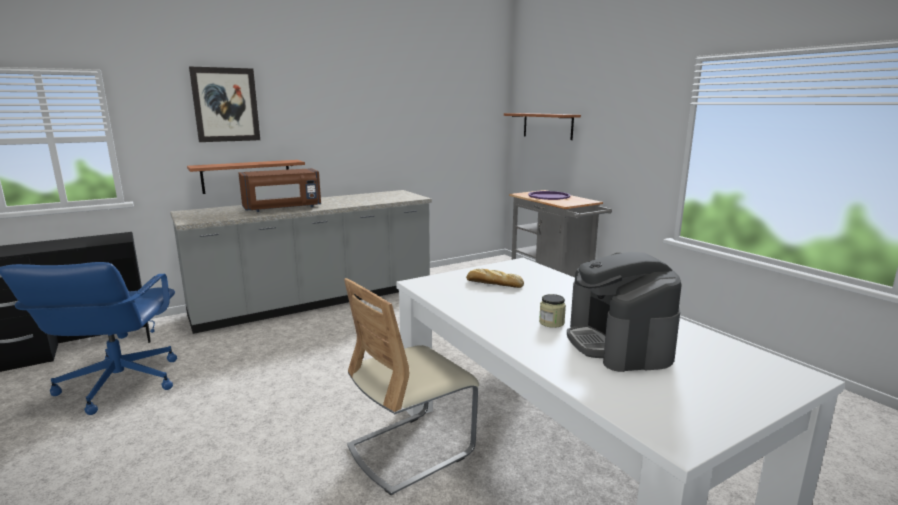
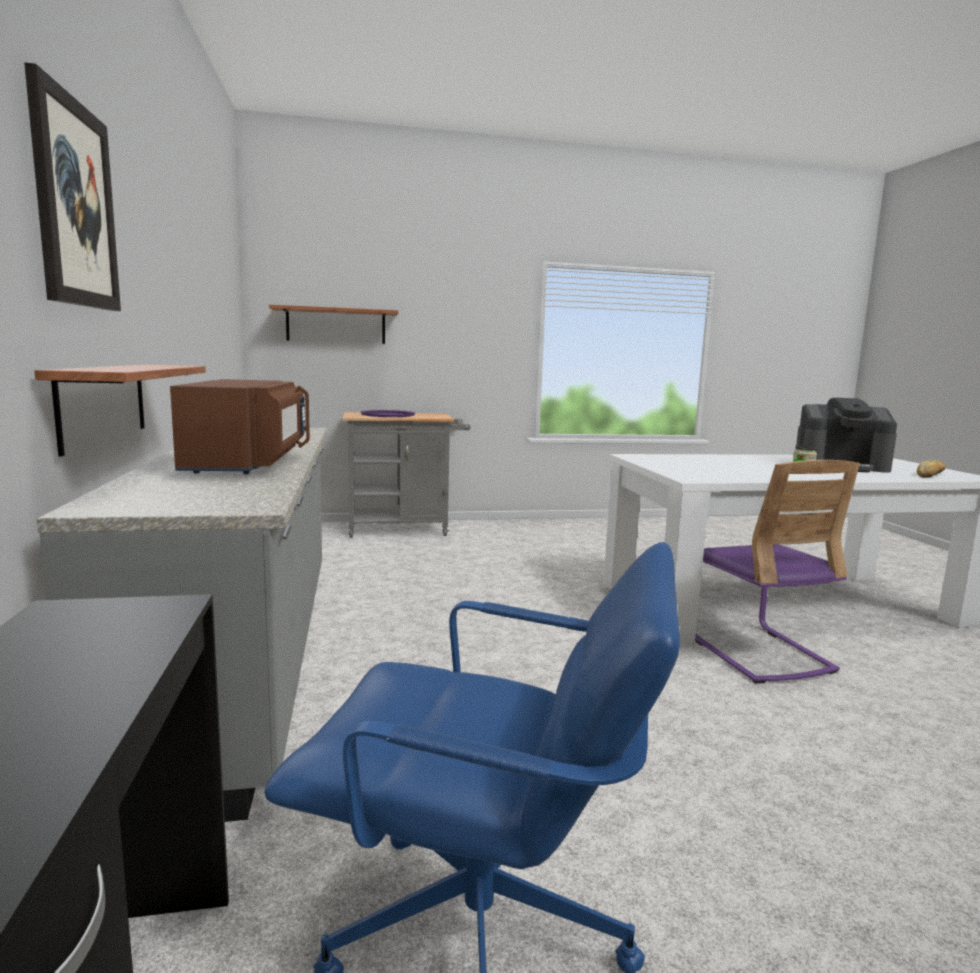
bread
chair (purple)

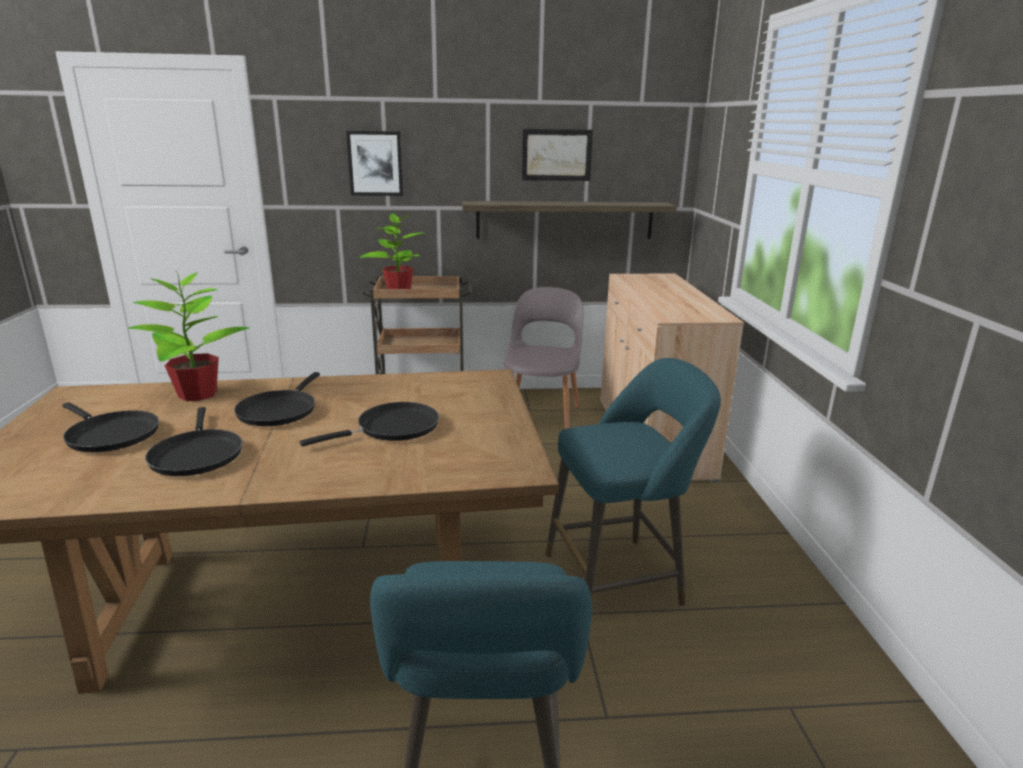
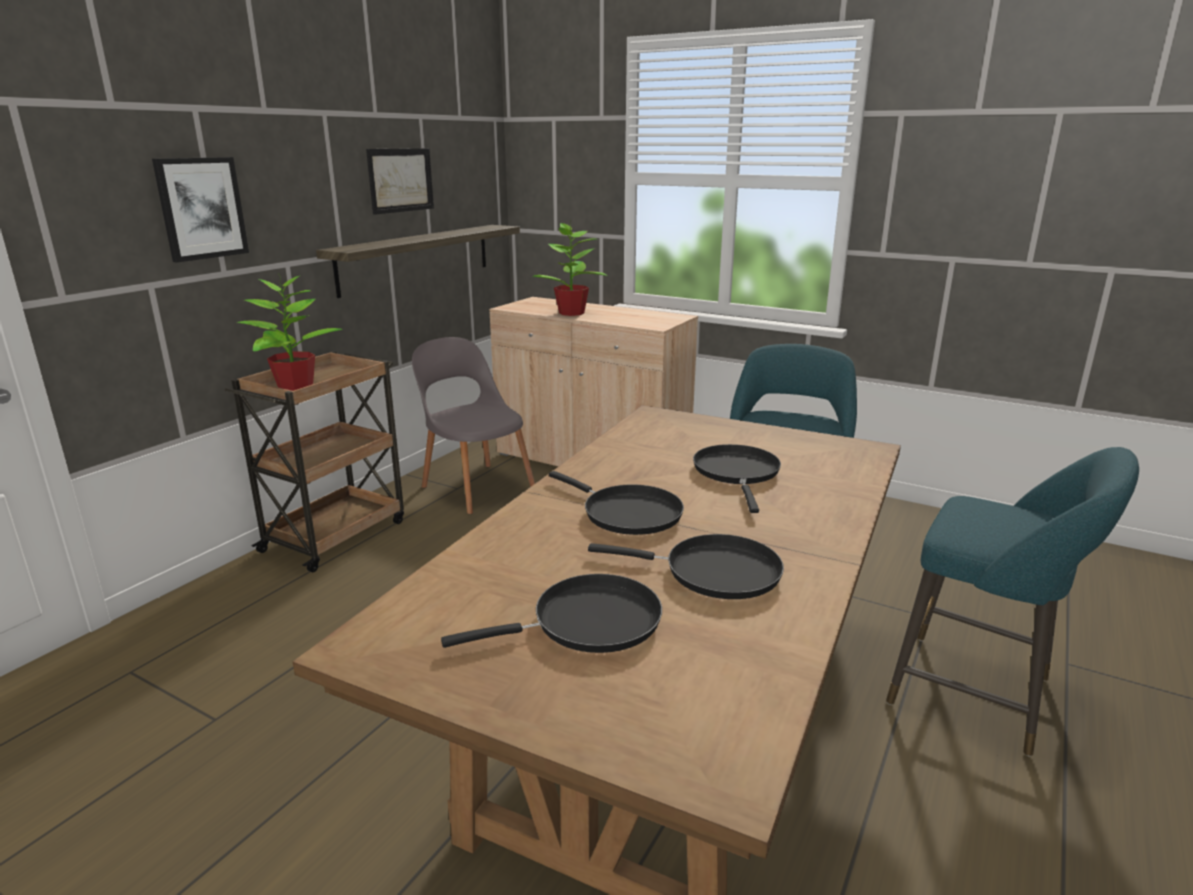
potted plant (no. 2 from left)

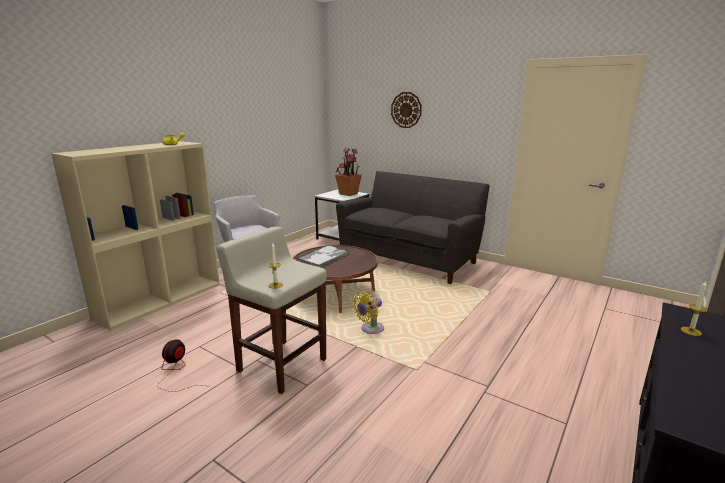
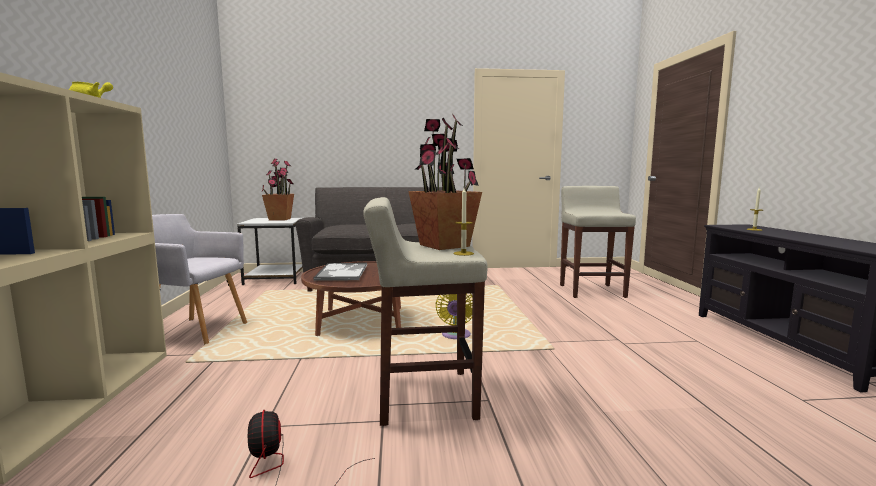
wall clock
potted plant (no. 2 from left)
stool (beige) (no. 2 from left)

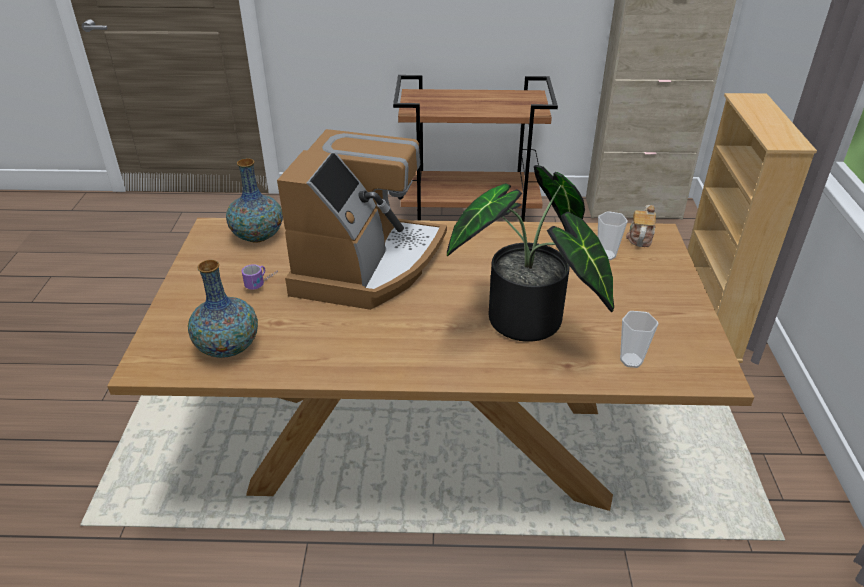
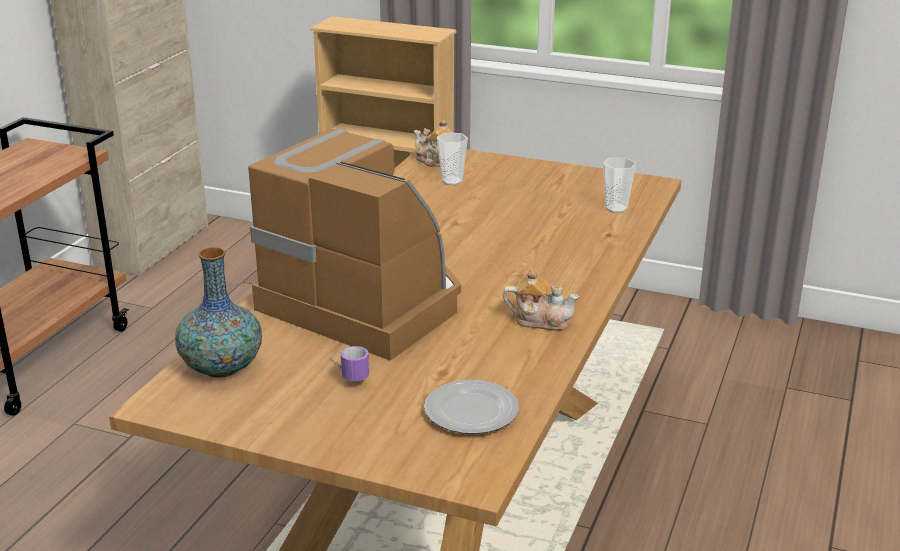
potted plant
plate
teapot (no. 2 from left)

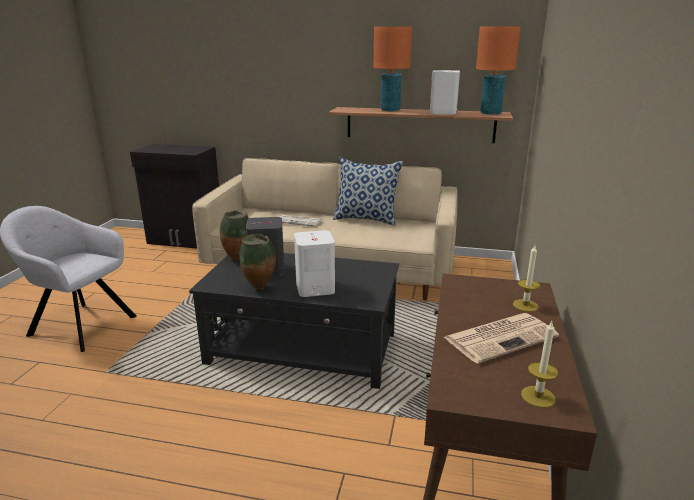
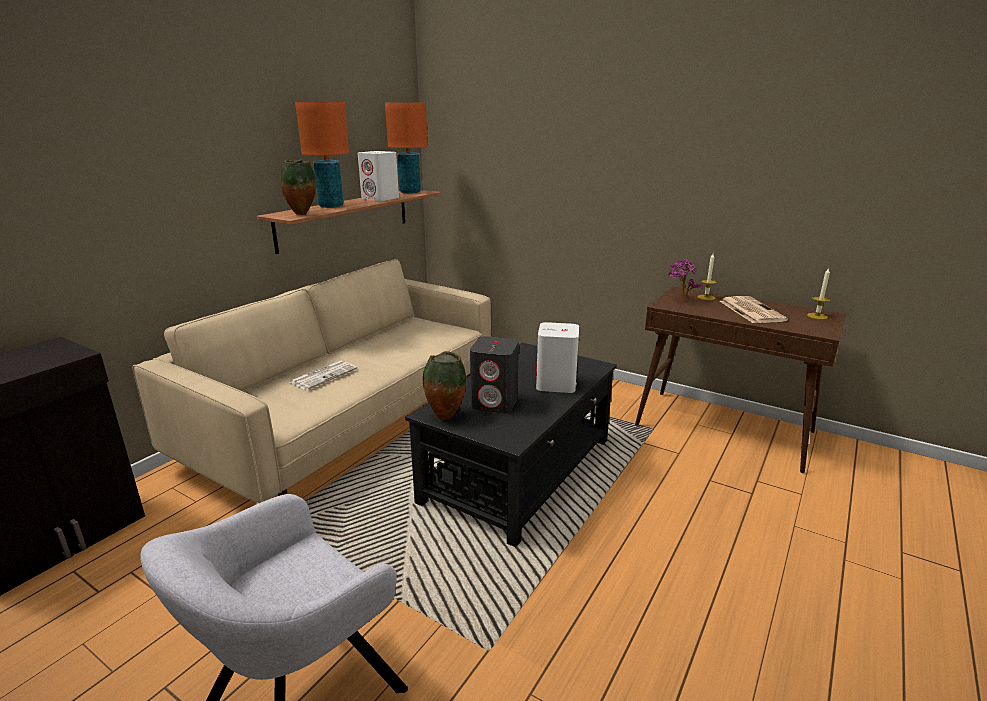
pillow
vase (no. 1 from left)
potted plant

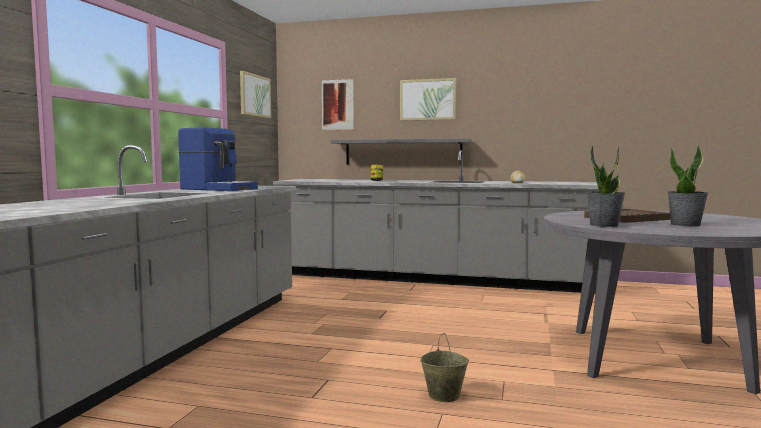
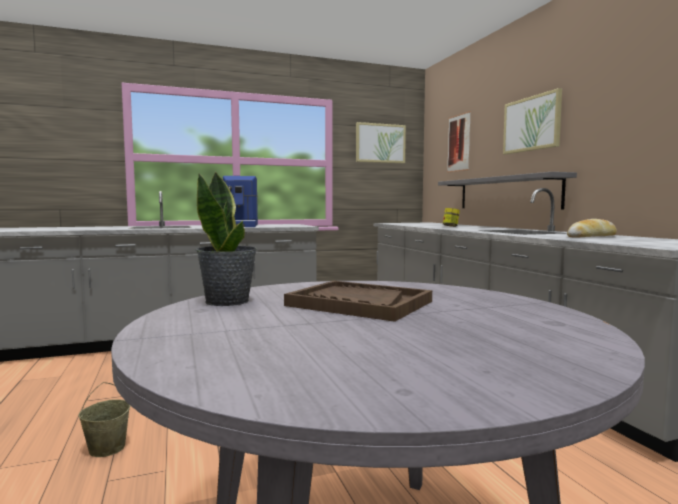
potted plant (no. 2 from left in the first image)

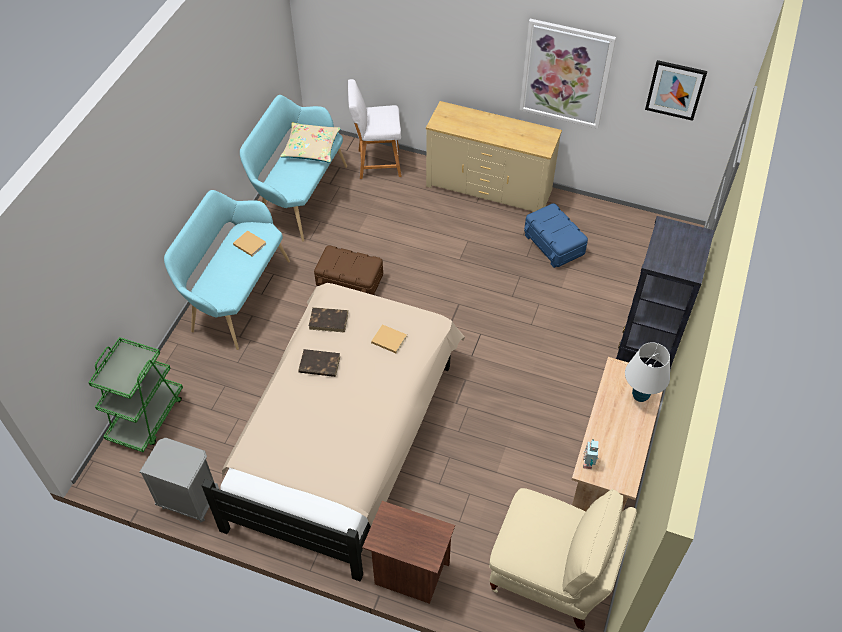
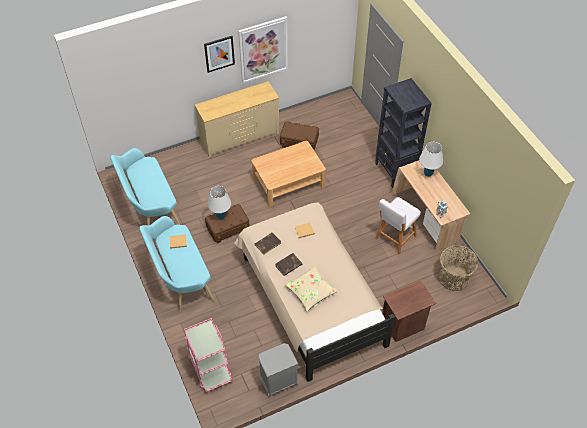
picture (no. 1 from left)
stool (white)
pillow (beige)
storage box (brown) (no. 2 from left)
cart (pink)
basket
coffee table (beige)
table lamp (white) (no. 1 from left)

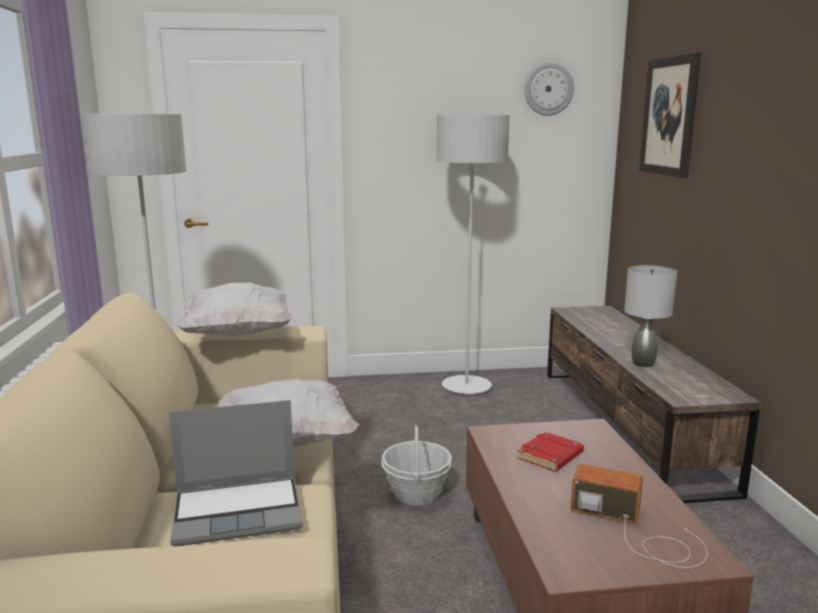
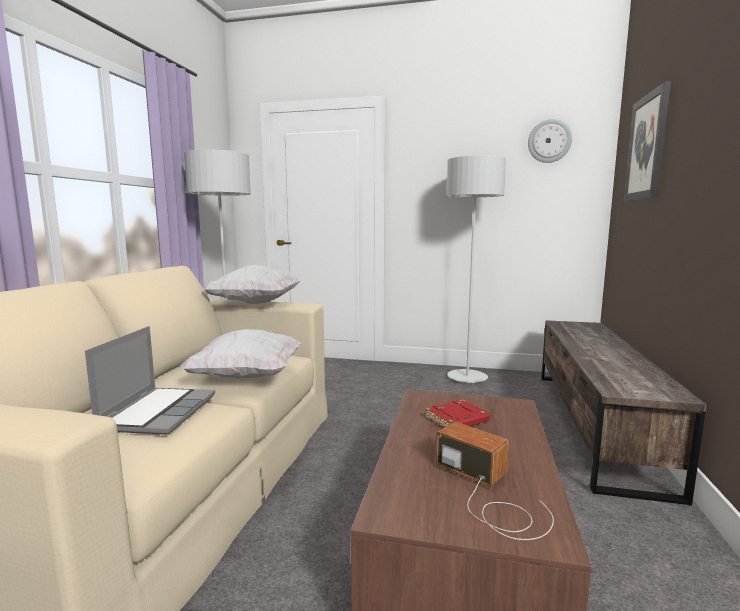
table lamp (grey)
laptop
basket

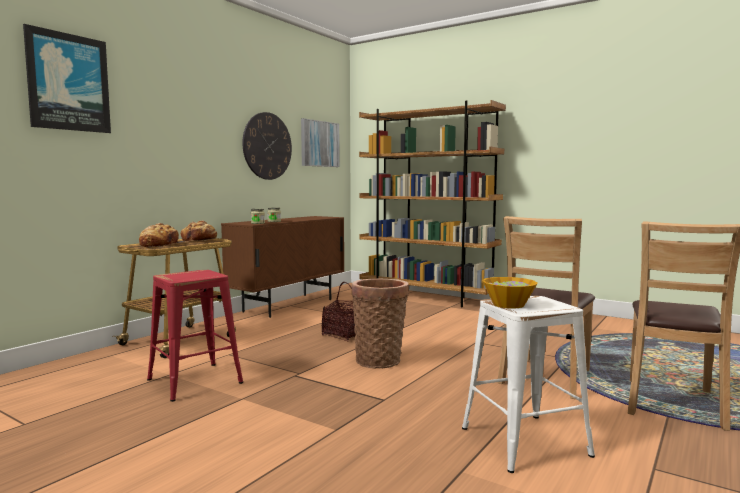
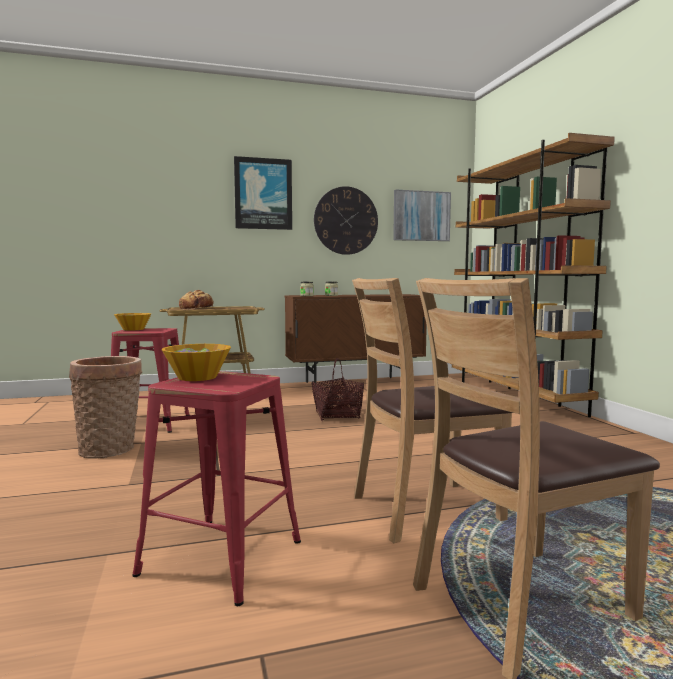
picture (no. 1 from left)
bread (no. 2 from left in the first image)
basket (no. 1 from left)
stool (red) (no. 2 from left)
bowl (no. 1 from left)

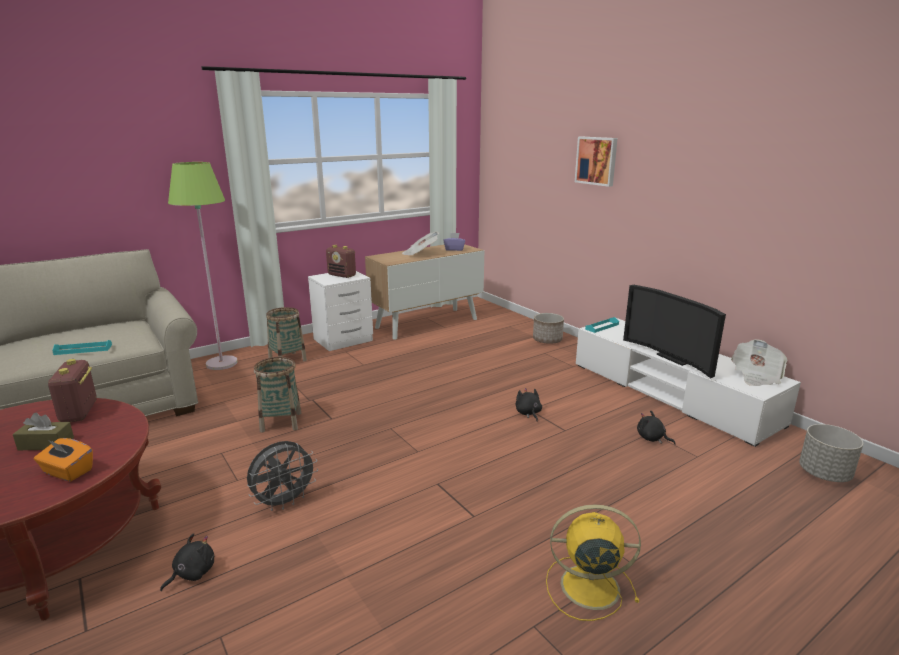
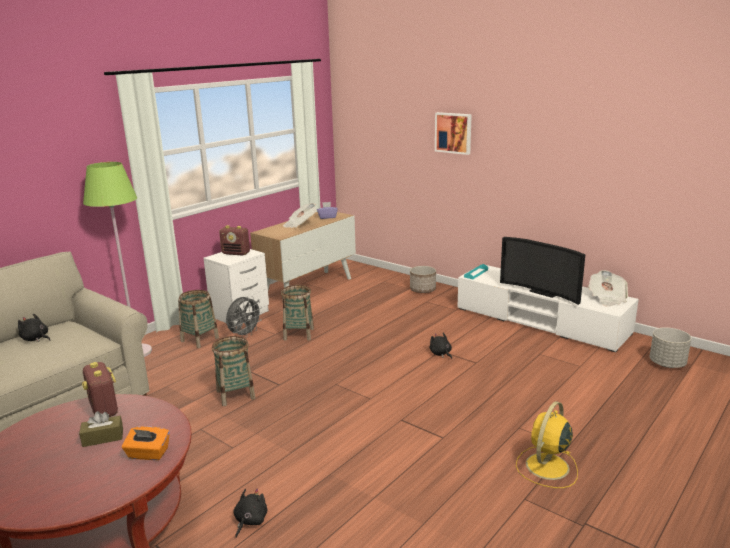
tray (turquoise) (no. 1 from left in the first image)
plush toy (black) (no. 1 from left)
fan (grey)
fan (yellow)
basket (no. 3 from left)

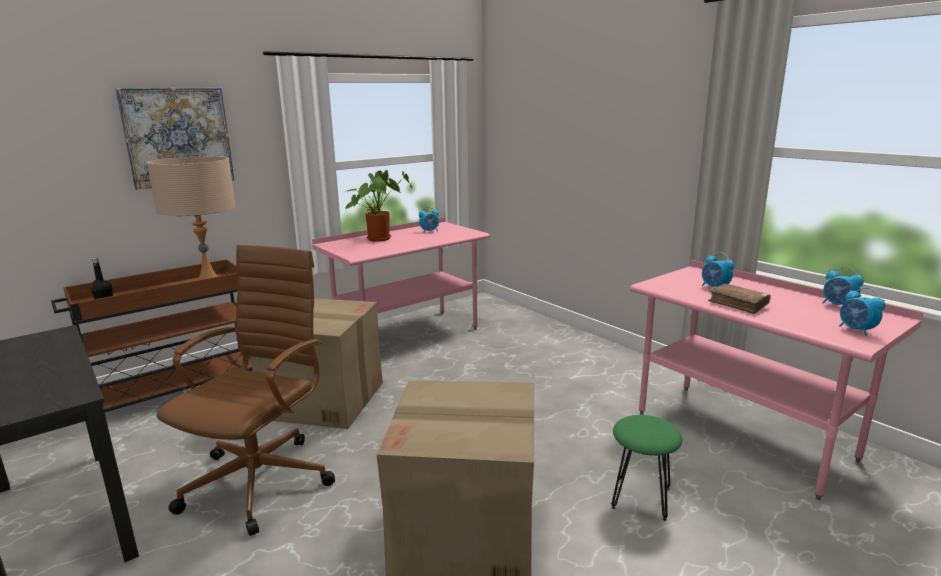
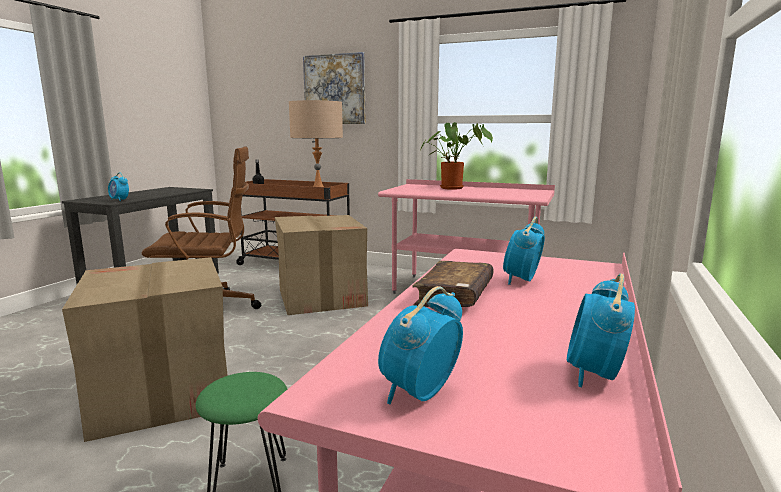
alarm clock (no. 1 from left)

